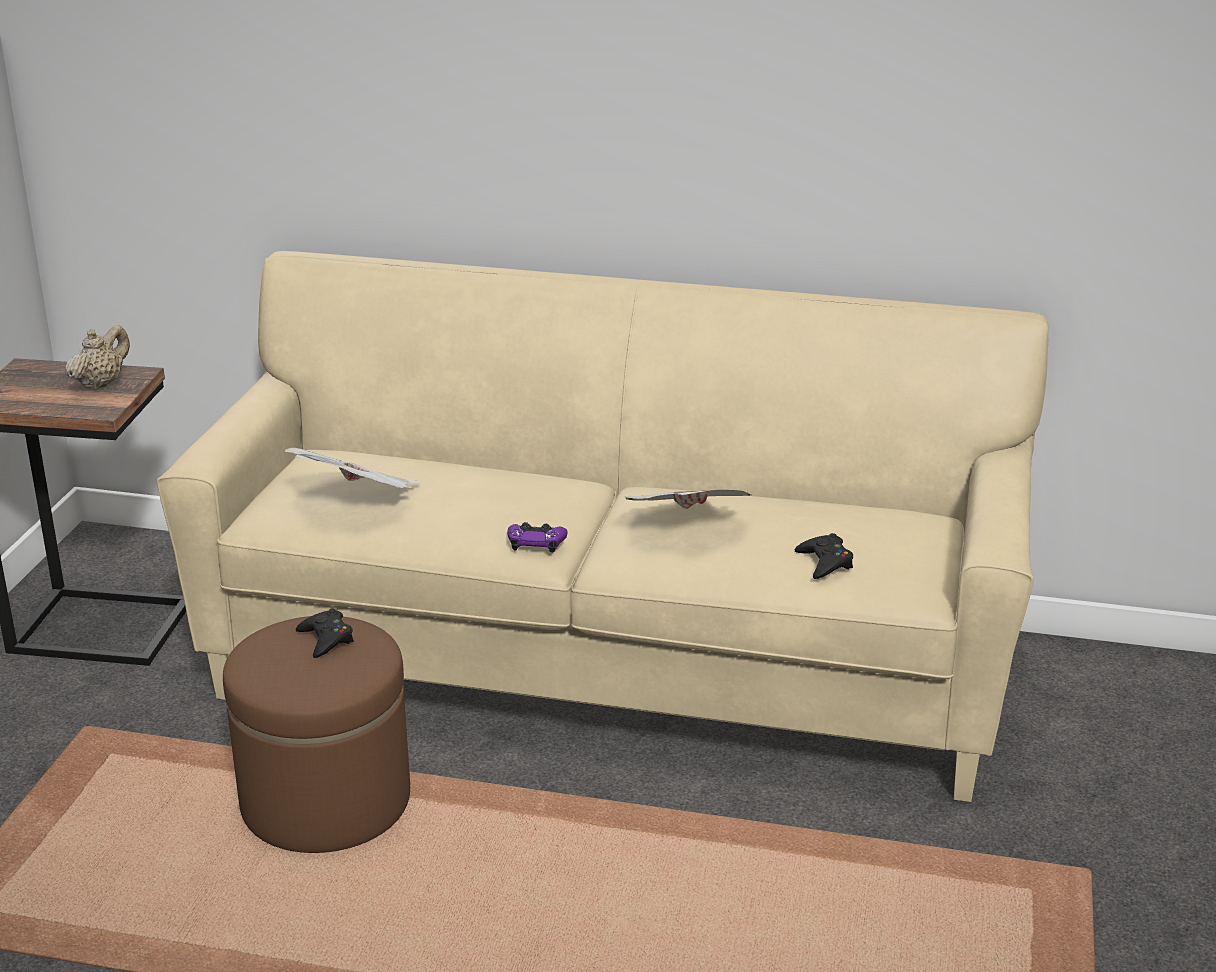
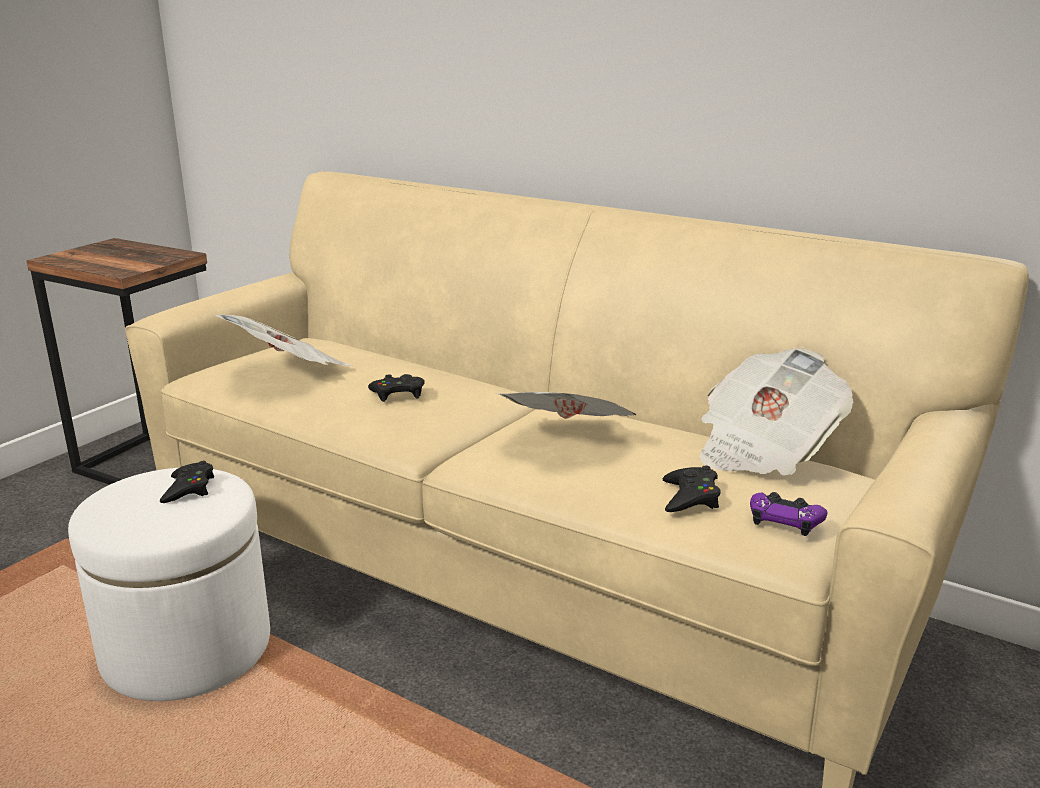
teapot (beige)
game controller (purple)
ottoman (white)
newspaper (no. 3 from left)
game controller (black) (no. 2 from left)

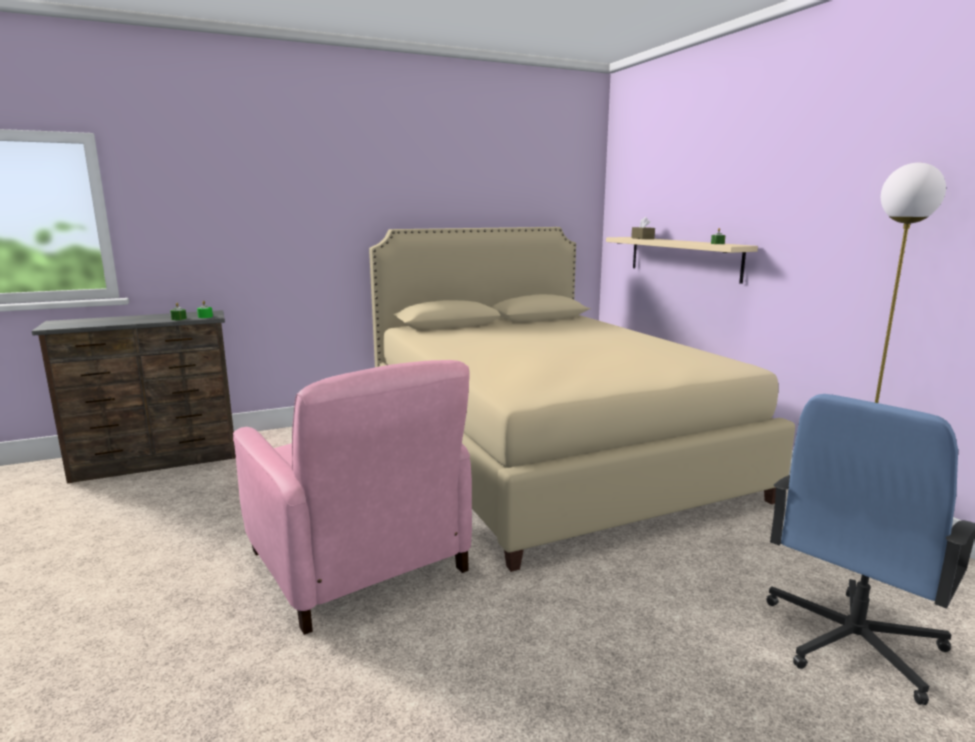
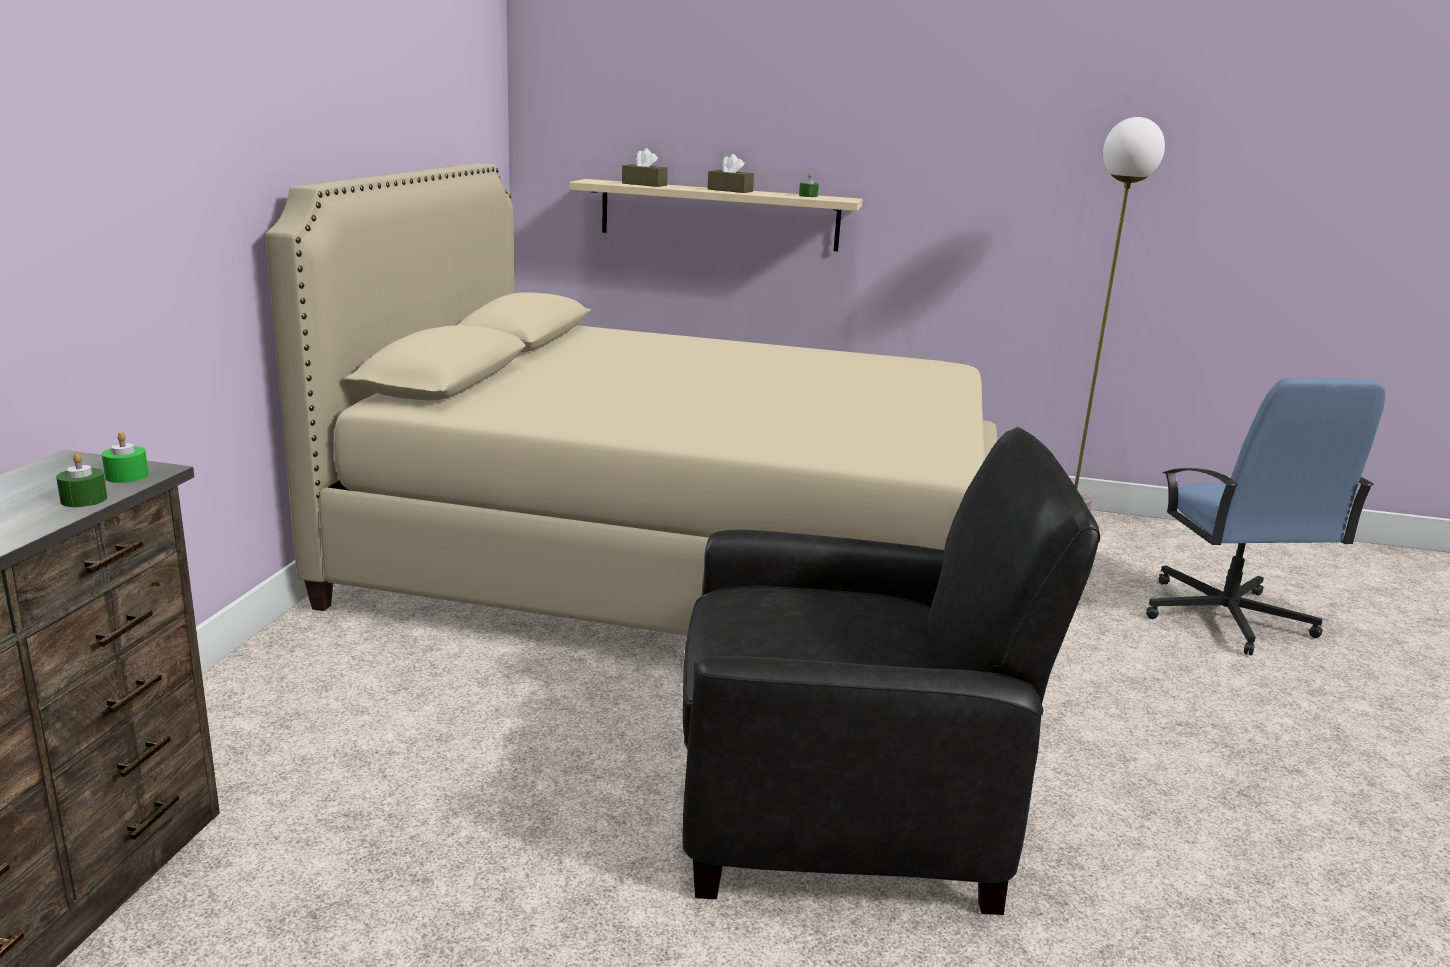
armchair (black)
tissue box (brown) (no. 2 from left)

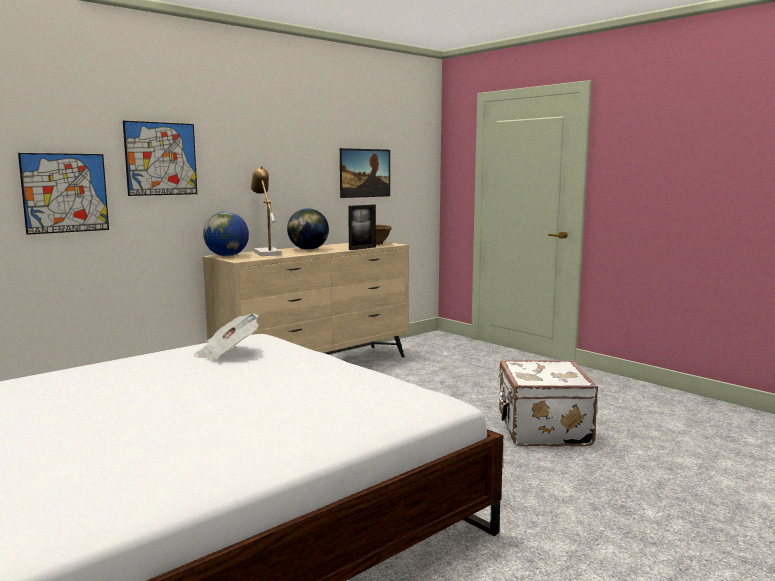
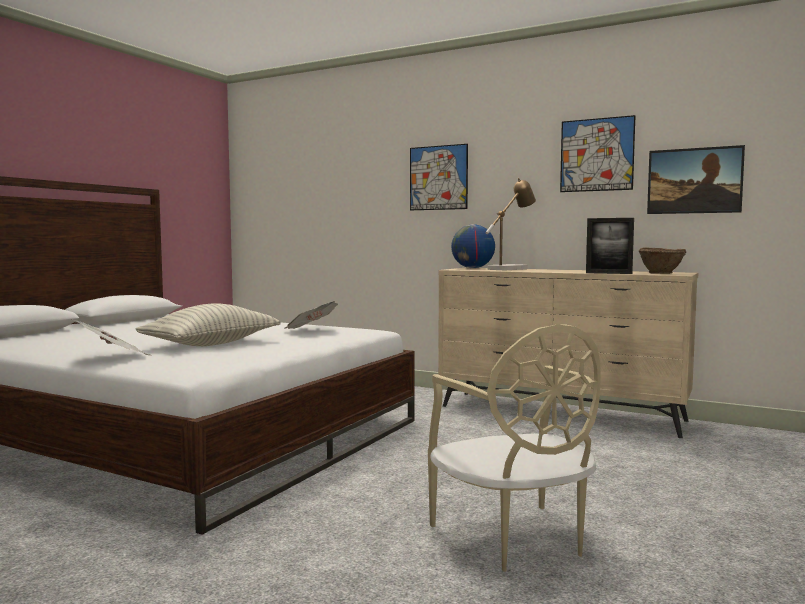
picture (no. 2 from left)
globe (no. 2 from left in the first image)
chair (beige)
pillow
newspaper (no. 1 from left)

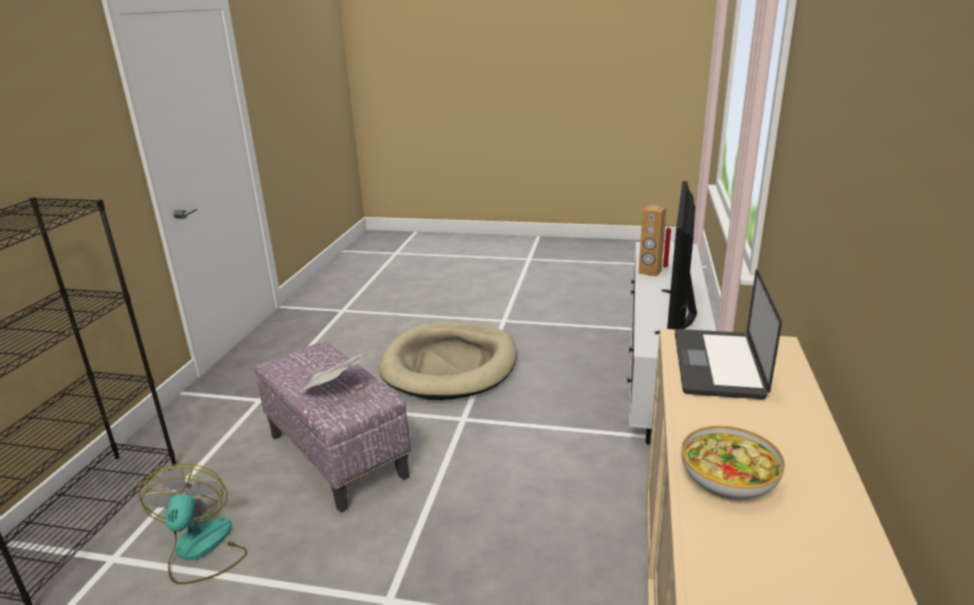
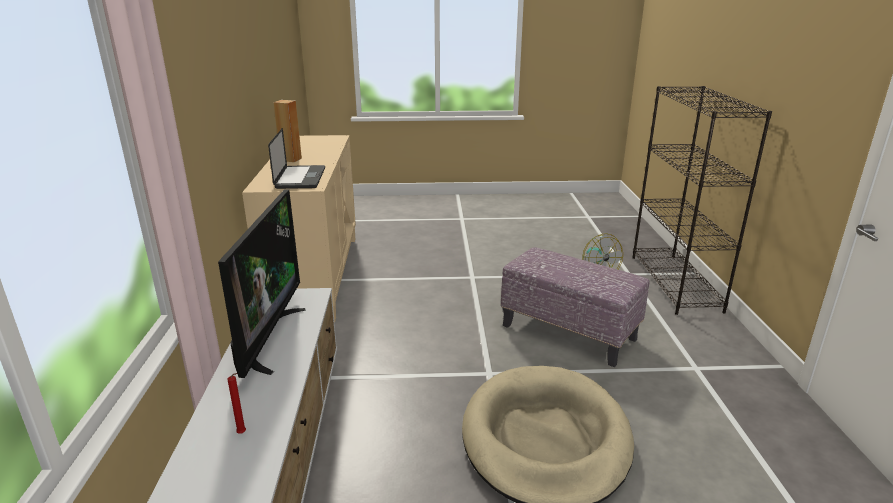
speaker (brown)
newspaper
bowl

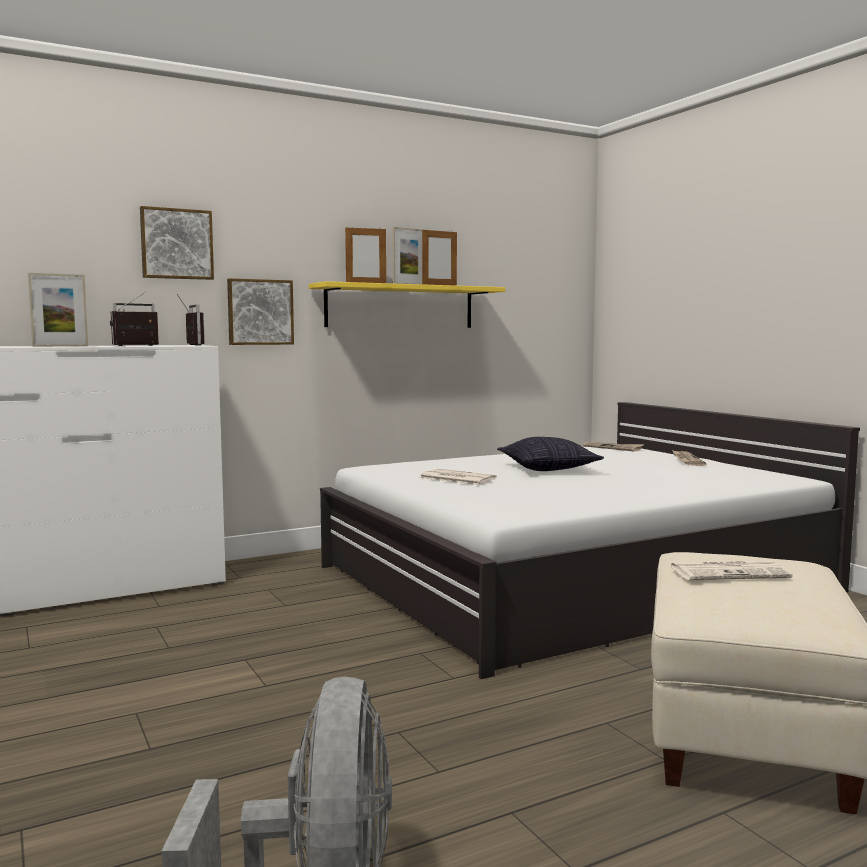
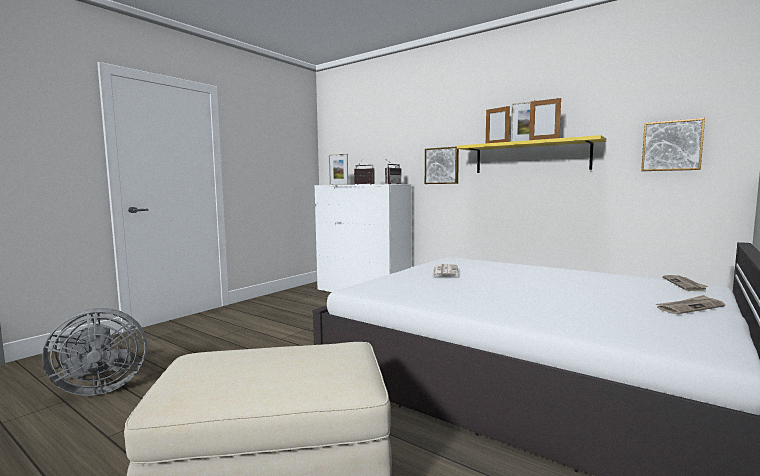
picture (no. 2 from left)
pillow
newspaper (no. 4 from left in the first image)

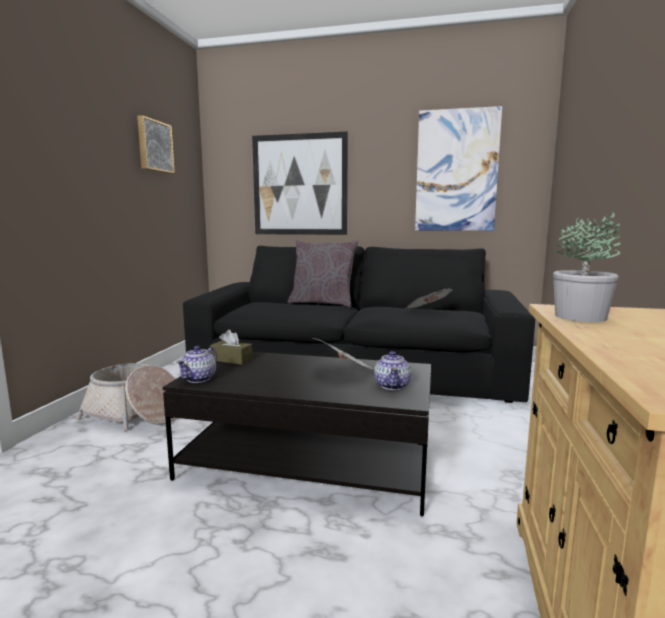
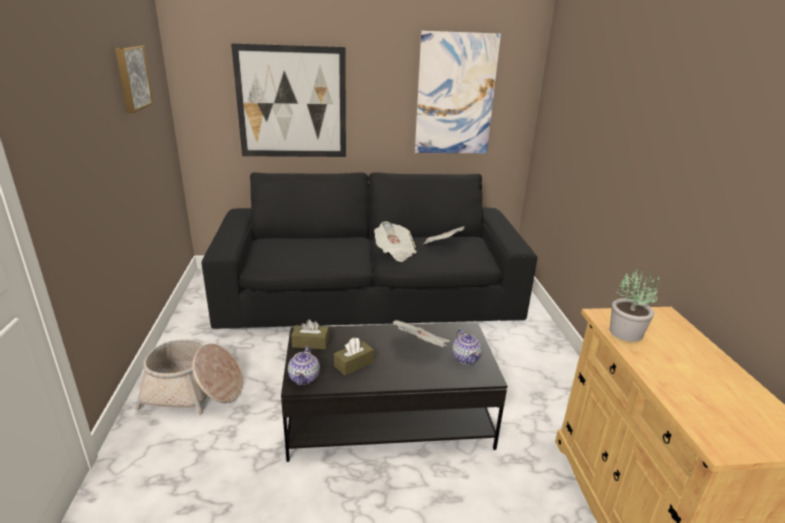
pillow (grey)
newspaper (no. 1 from left)
tissue box (brown) (no. 2 from left)

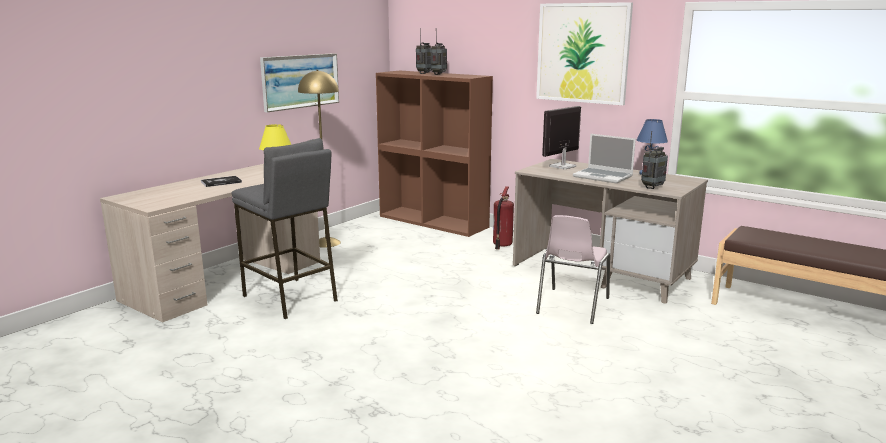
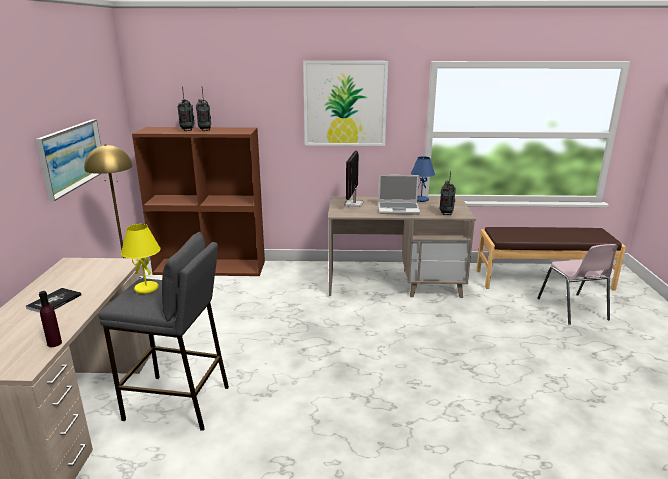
fire extinguisher
chair (pink)
bottle (purple)

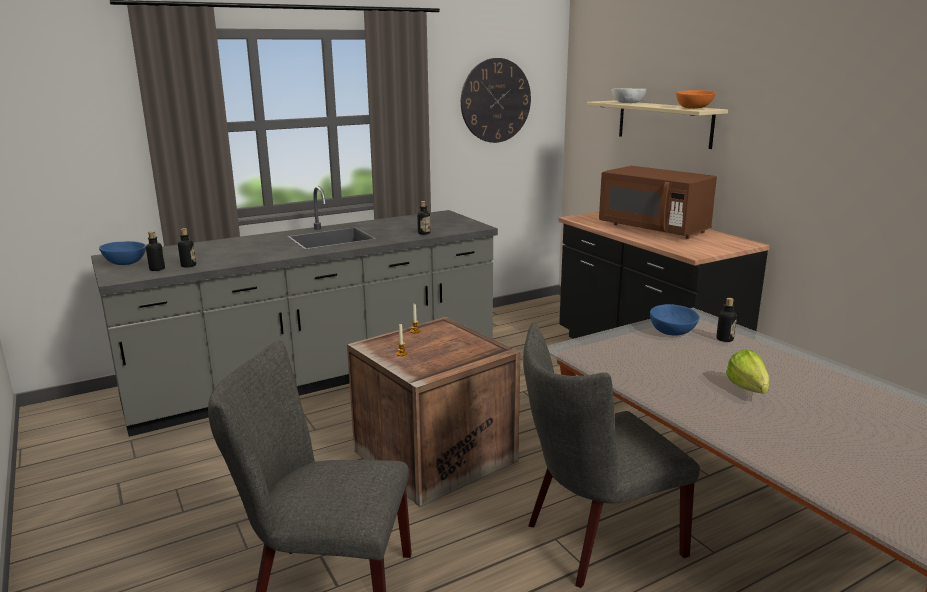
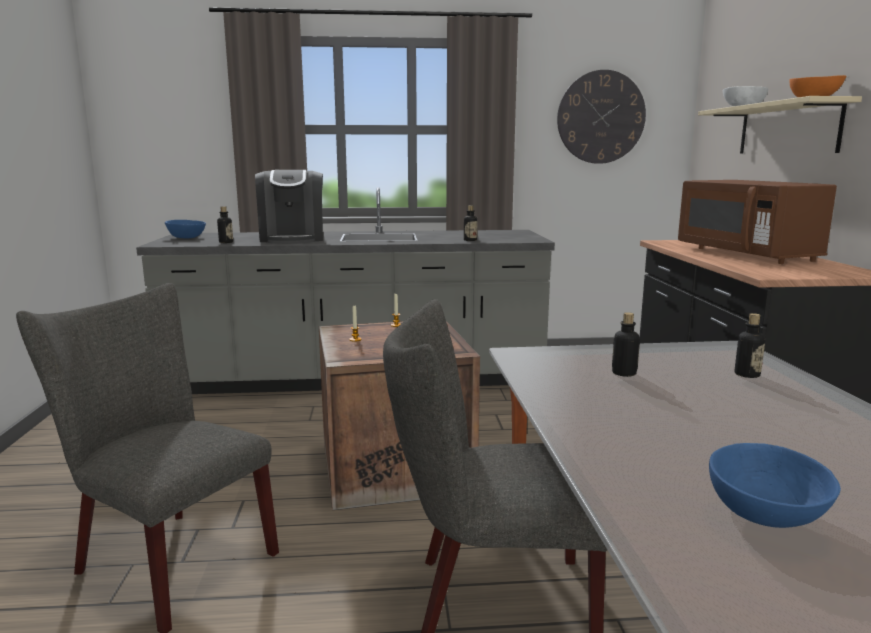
bottle (no. 3 from left)
bowl (blue) (no. 2 from left)
lettuce
coffee machine

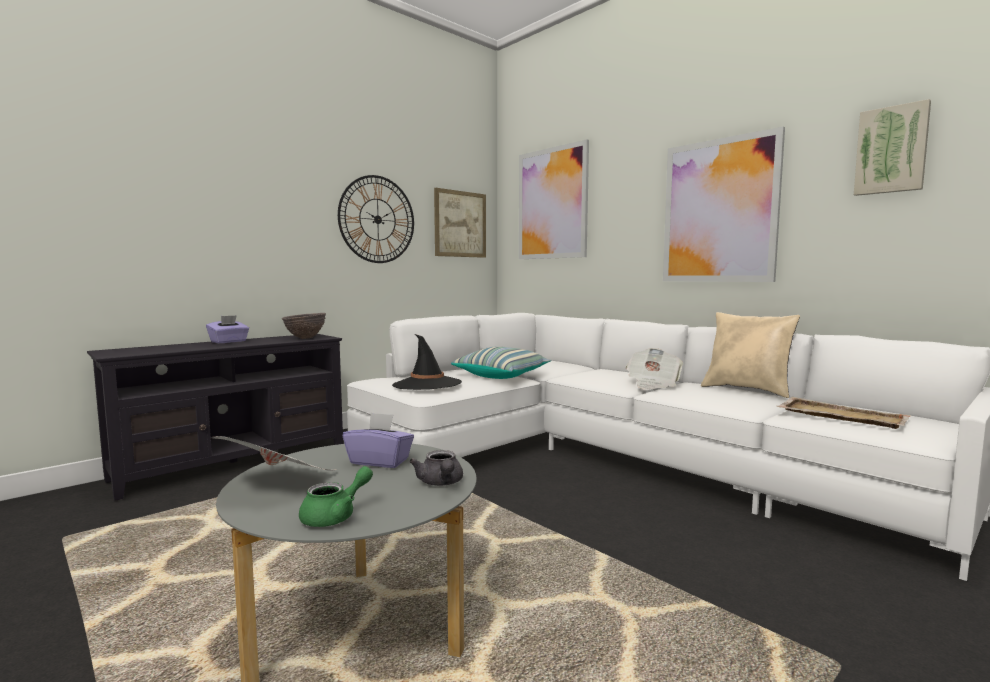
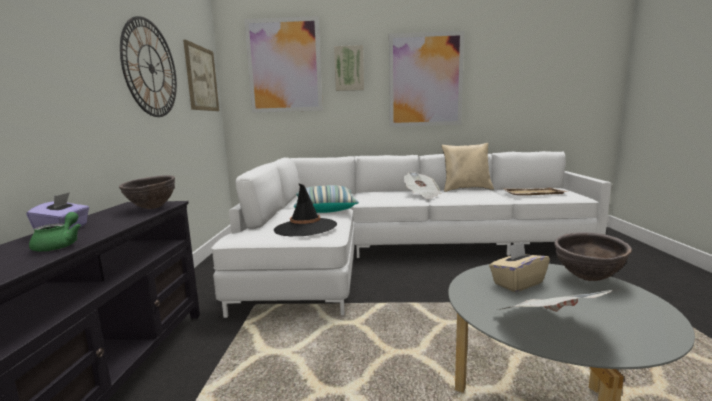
picture (no. 3 from left)
tissue box (beige)
bowl (brown) (no. 2 from left)
teapot (green)

